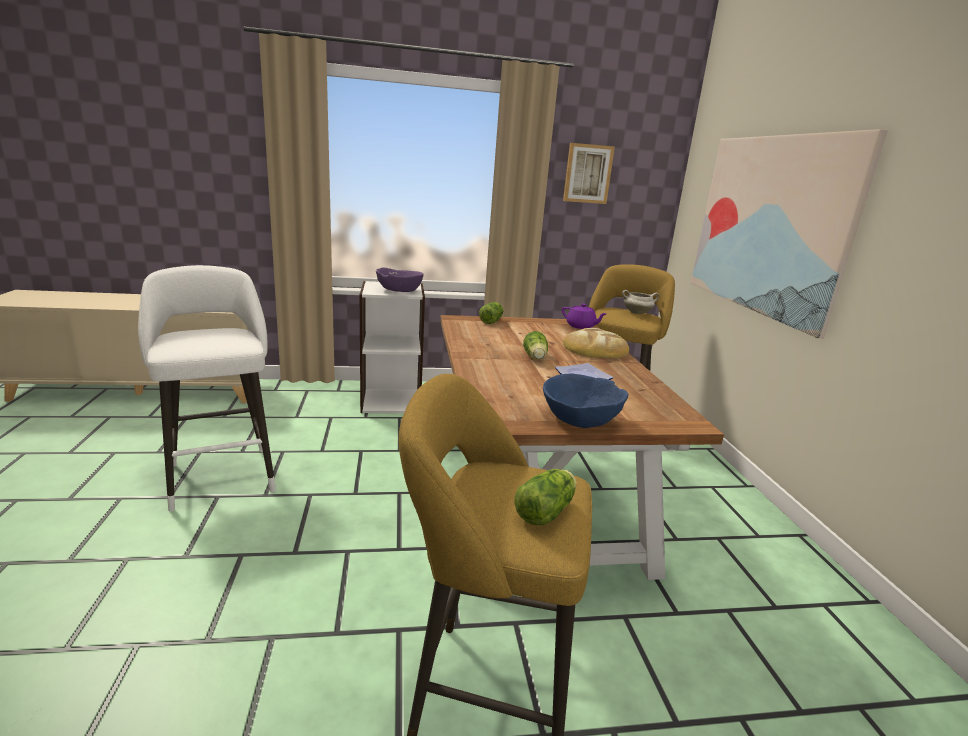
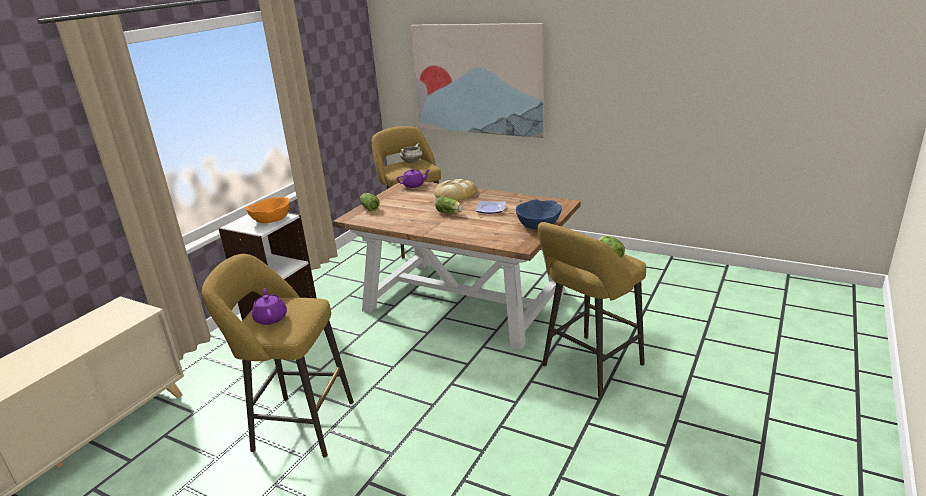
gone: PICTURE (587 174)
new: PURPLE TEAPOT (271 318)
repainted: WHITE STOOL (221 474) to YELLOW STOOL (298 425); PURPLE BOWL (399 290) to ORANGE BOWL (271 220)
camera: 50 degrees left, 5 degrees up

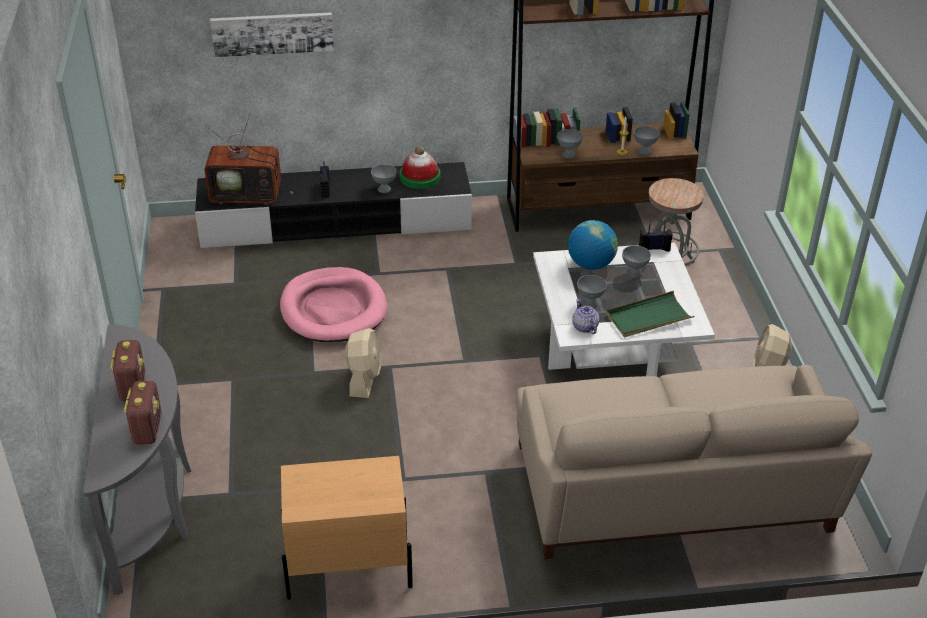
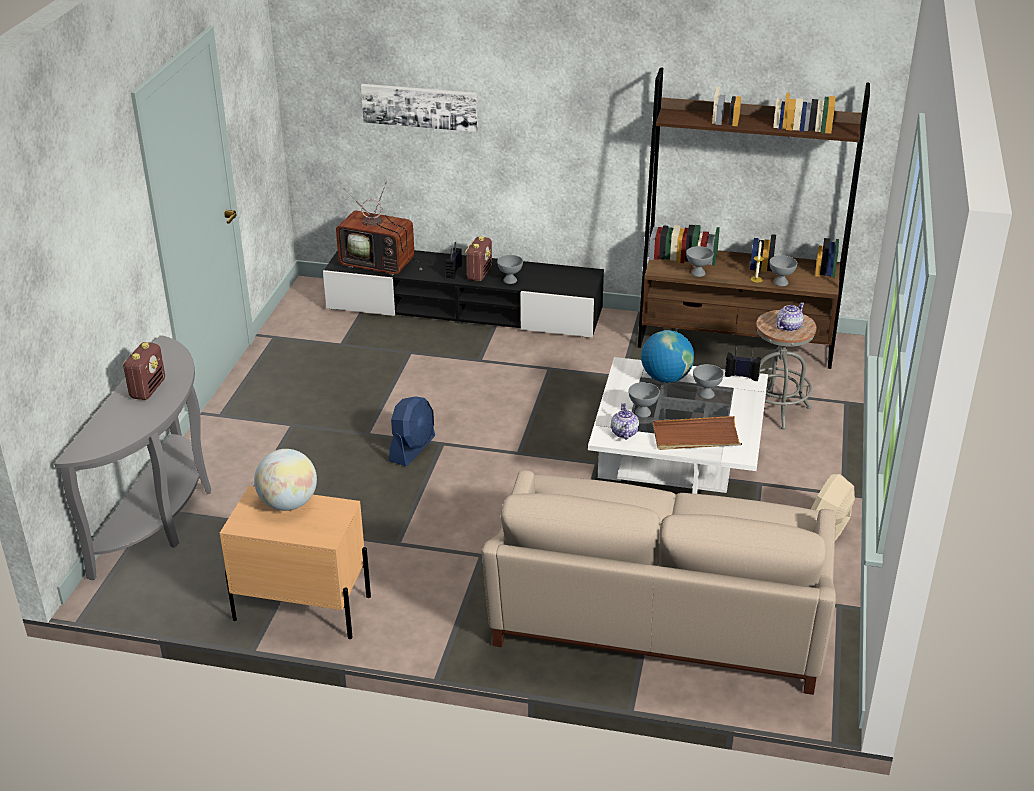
gone: HAT (420 177); PINK DOG BED (333 309)
new: TEAPOT (788 327); GLOBE (288 504)
shifted: RADIO (147 429) to (479 274)
repainted: GREEN TRAY (648 317) to BROWN TRAY (695 437); BEIGE FAN (364 378) to BLUE FAN (412 448)
camera: 20 degrees right, 5 degrees down

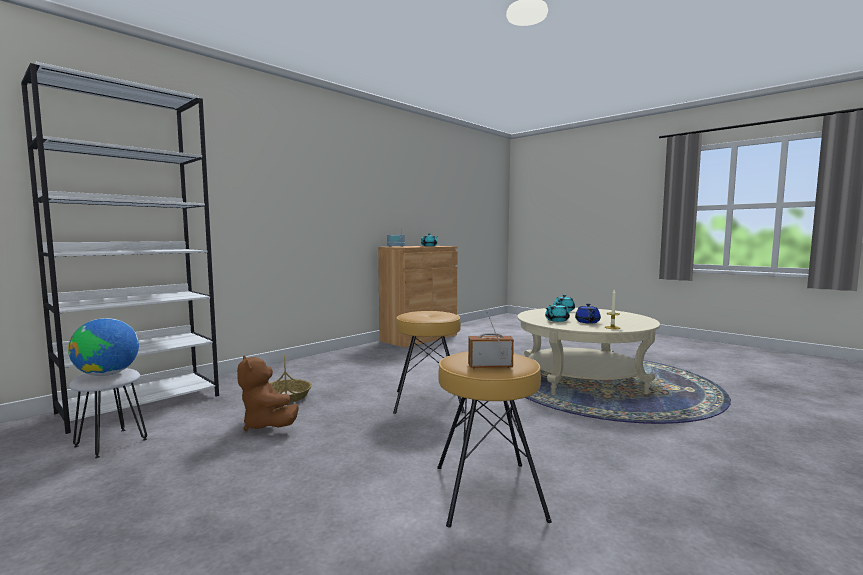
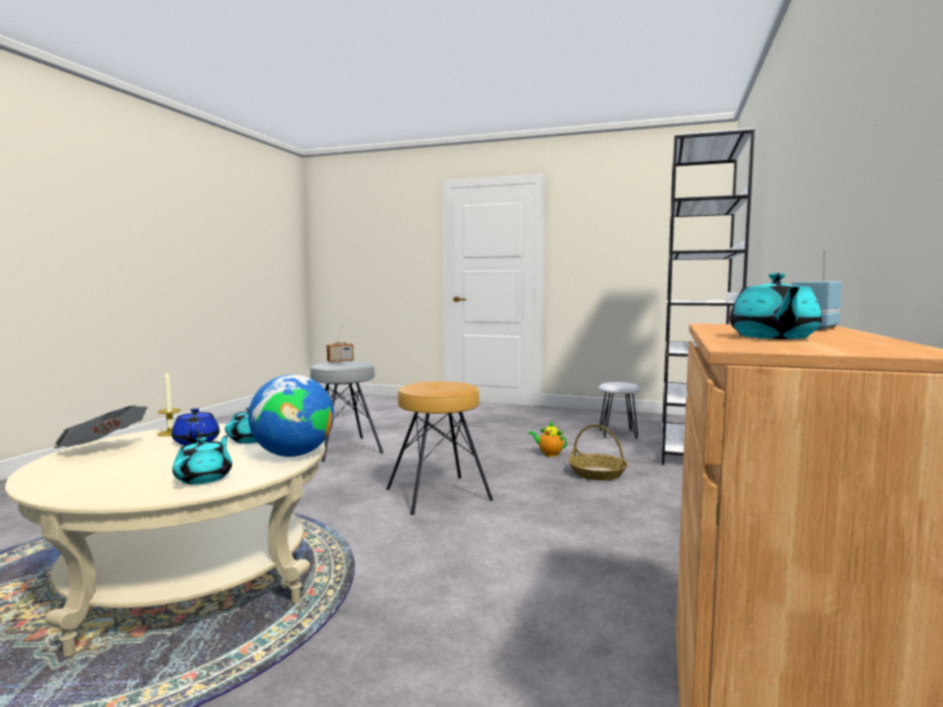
new: NEWSPAPER (103 449)
shifted: GLOBE (107 374) to (293 455)
swapped: BROWN PLUSH TOY (267 425) to TEAPOT (549 454)
repainted: BROWN STOOL (487 492) to GREY STOOL (344 448)
camera: 155 degrees right, 0 degrees up

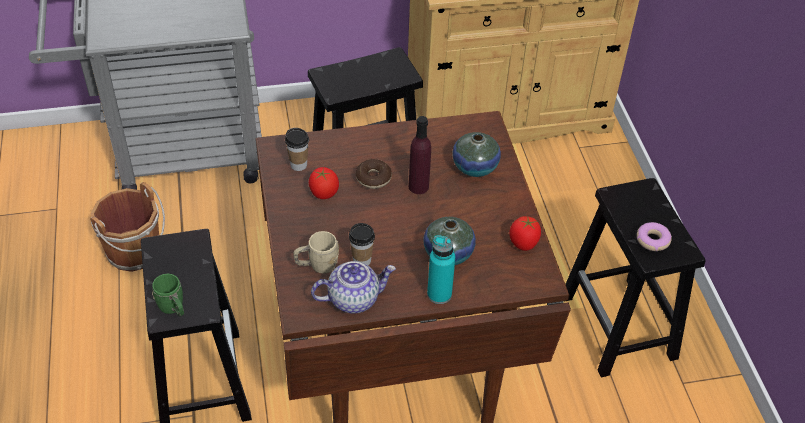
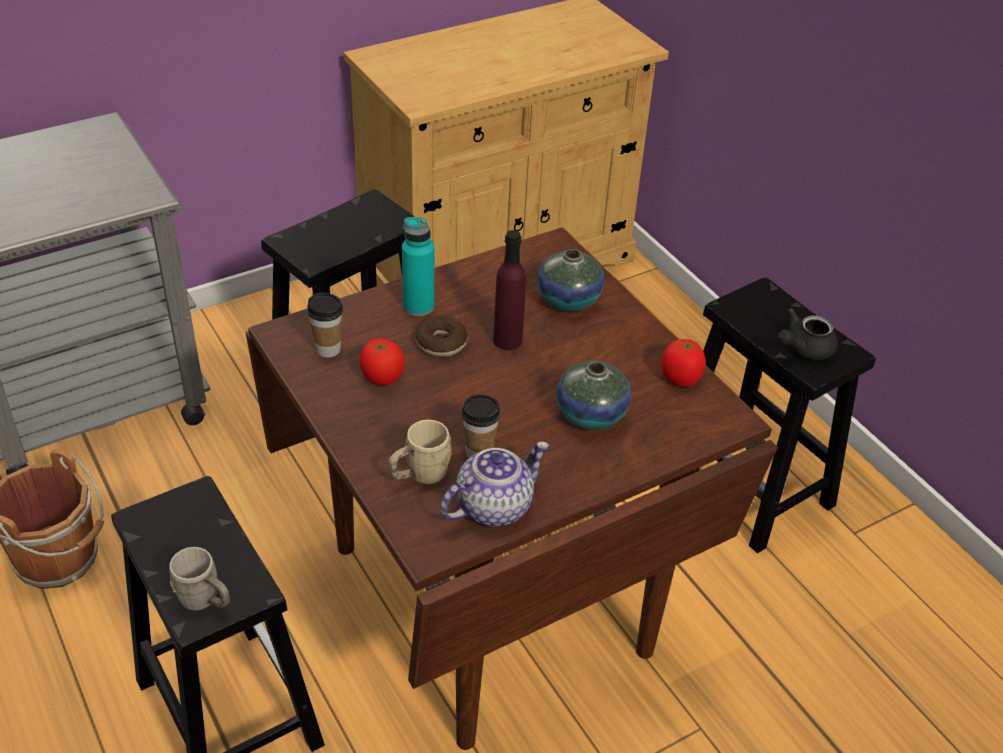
shifted: TURQUOISE BOTTLE (439 294) to (418 306)
swapped: DONUT (652 240) to BLACK TEAPOT (803 349)
repainted: GREEN MUG (173 308) to GREY MUG (205 600)
camera: 20 degrees left, 5 degrees down

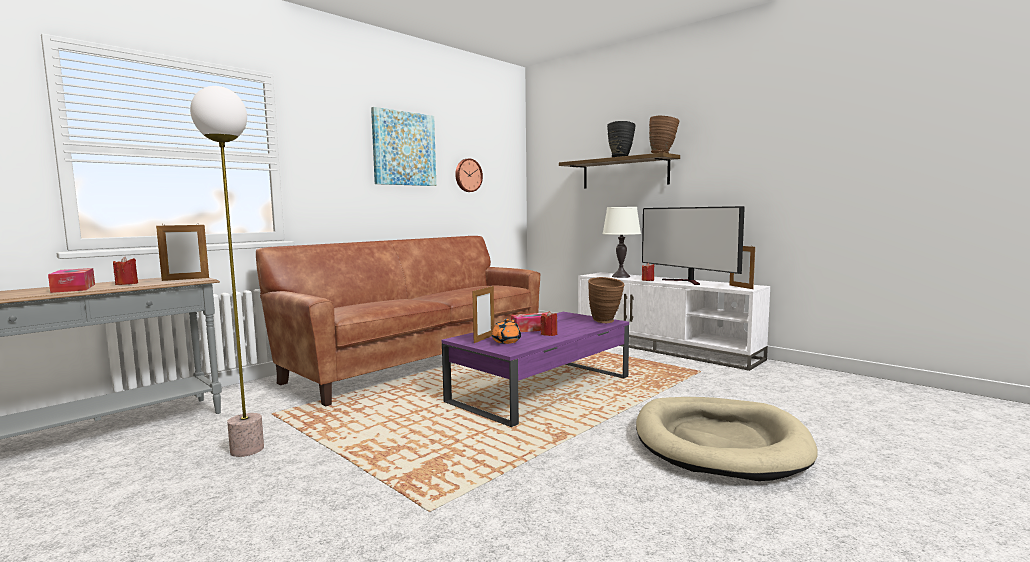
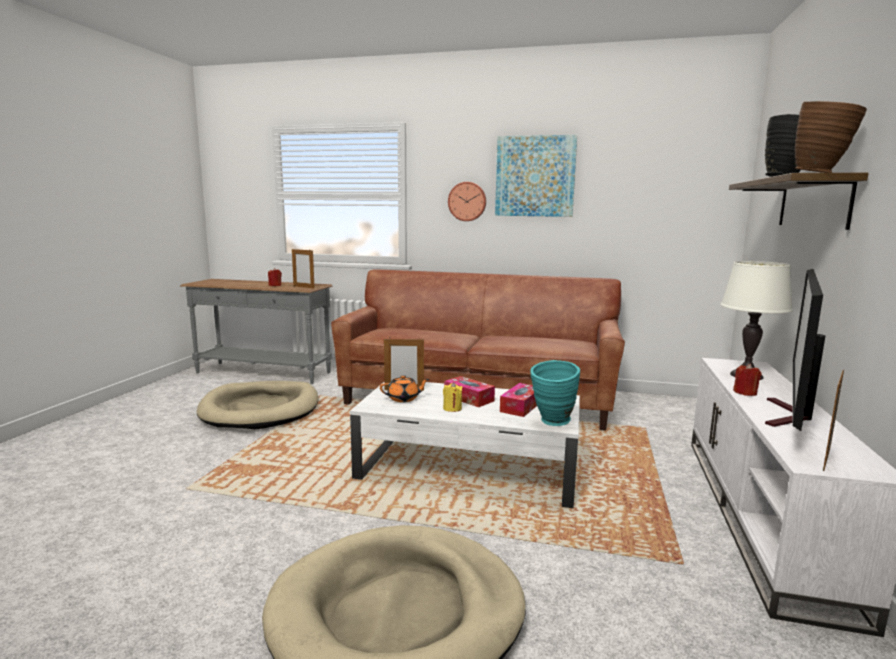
shifted: WALL CLOCK (467 175) to (467 201); TISSUE BOX (73 288) to (521 406)
swapped: FLOOR LAMP (246 449) to BEIGE DOG BED (260 409)
repainted: BROWN VASE (606 322) to TURQUOISE VASE (552 423); RED CANDLE (549 334) to YELLOW CANDLE (452 408); PURPLE COFFEE TABLE (542 389) to WHITE COFFEE TABLE (470 469)
camera: 60 degrees right, 5 degrees up

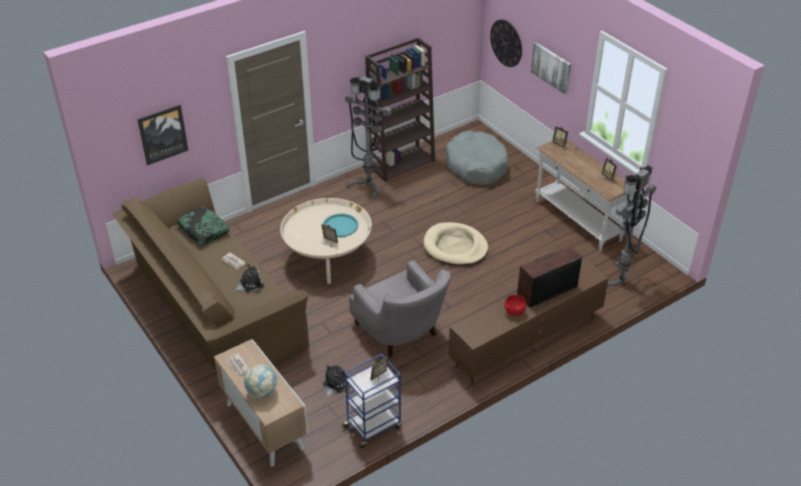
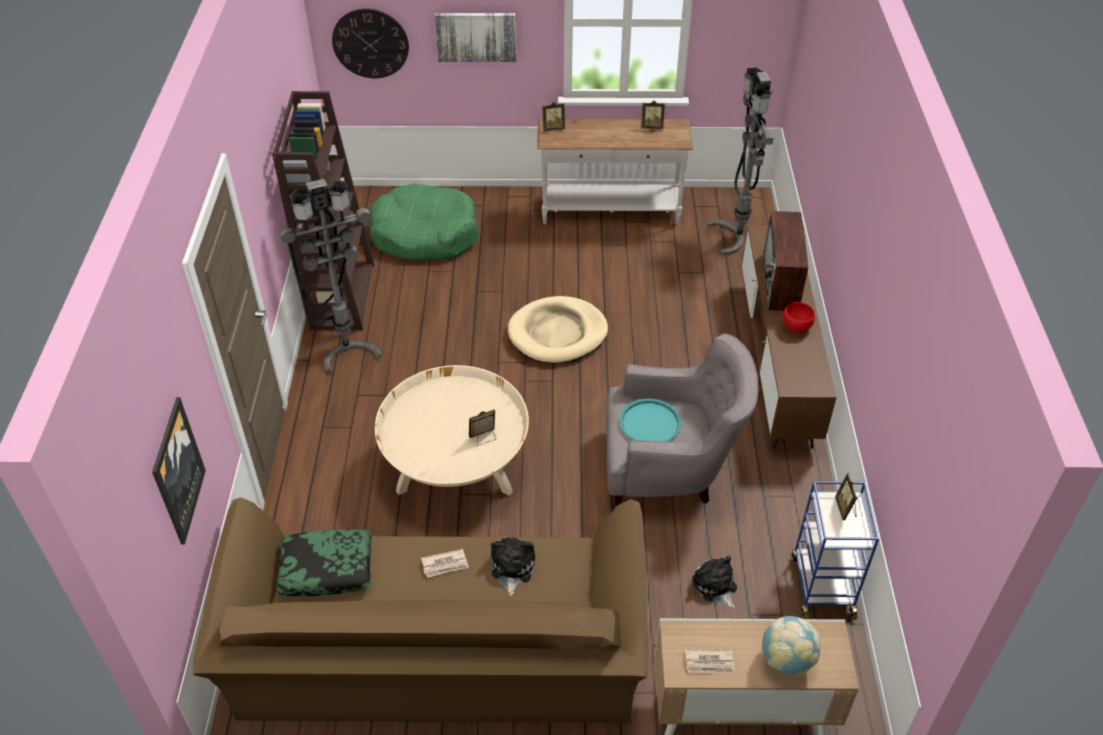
shifted: TURQUOISE TRAY (340 226) to (650 423)
repainted: GREY DOG BED (476 166) to GREEN DOG BED (425 235)
camera: 55 degrees left, 5 degrees up

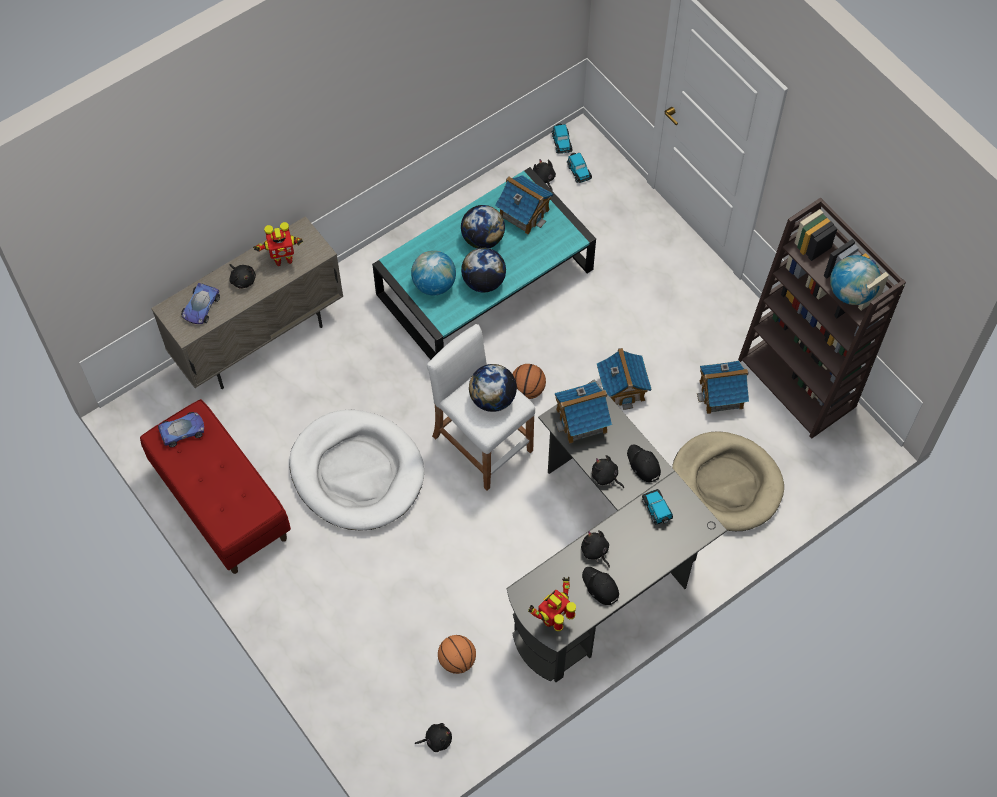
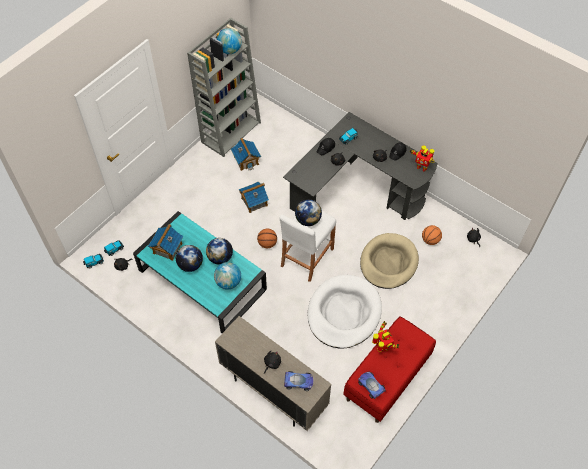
gone: TOY HOUSE (582 420)
shifted: TOY ROBOT (282 259) to (382 347); BEIGE DOG BED (726 483) to (388 262)
repainted: BROWN BOOKCASE (798 383) to GREY BOOKCASE (231 131)
camera: 105 degrees left, 5 degrees down

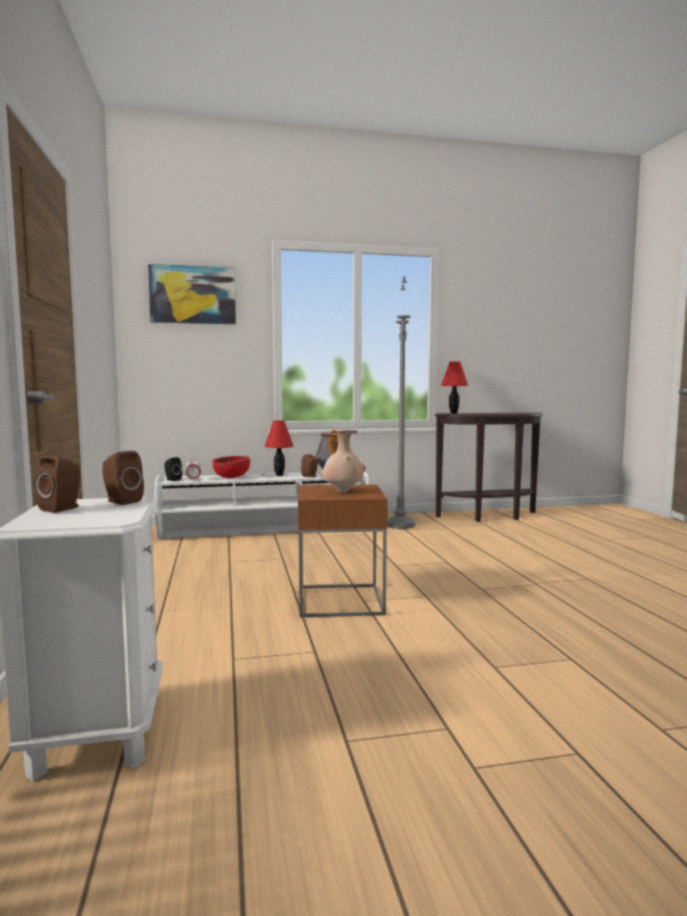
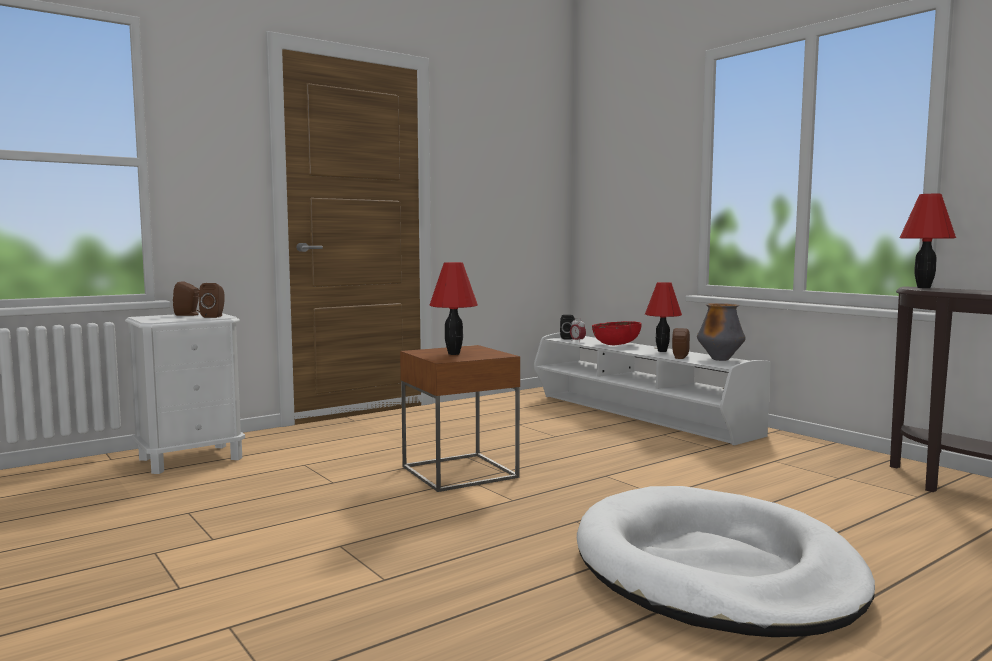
gone: PICTURE (193 295); GREY FLOOR LAMP (400 525)
new: WHITE DOG BED (714 569)
swapped: BEIGE VASE (343 492) to RED TABLE LAMP (454 354)
camera: 65 degrees right, 0 degrees up

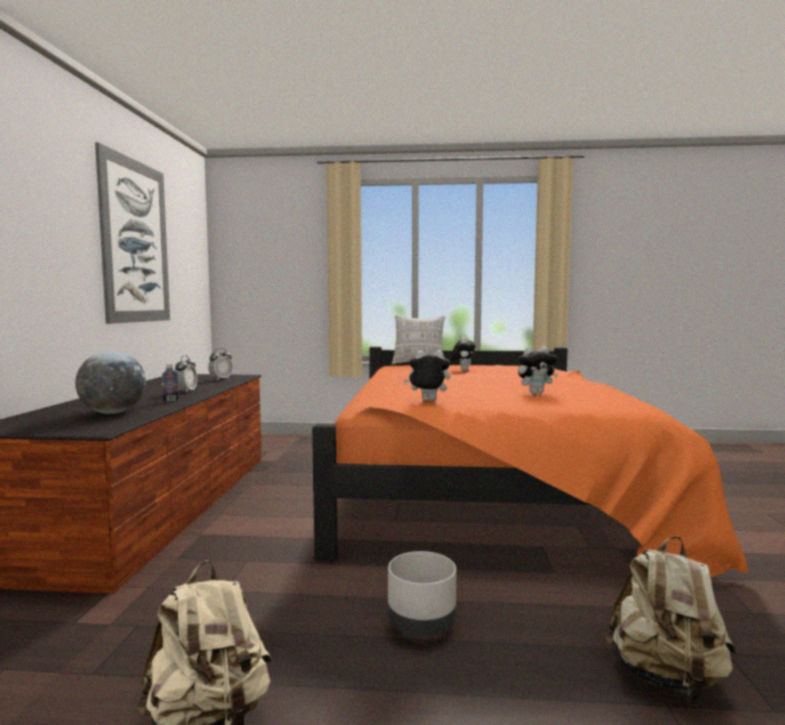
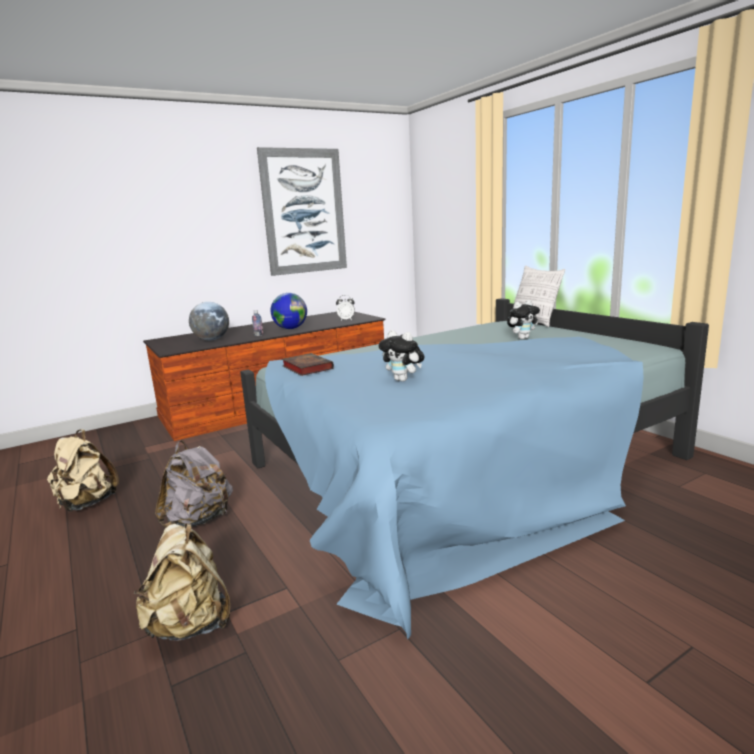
swapped: PLUSH TOY (427 401) to BOOK (306 367); ALARM CLOCK (186 391) to GLOBE (290 328); GREY PLANTER (421 625) to GREY BACKPACK (199 520)
repainted: ORANGE BED (488 489) to BLUE BED (464 468)
camera: 55 degrees right, 10 degrees up

